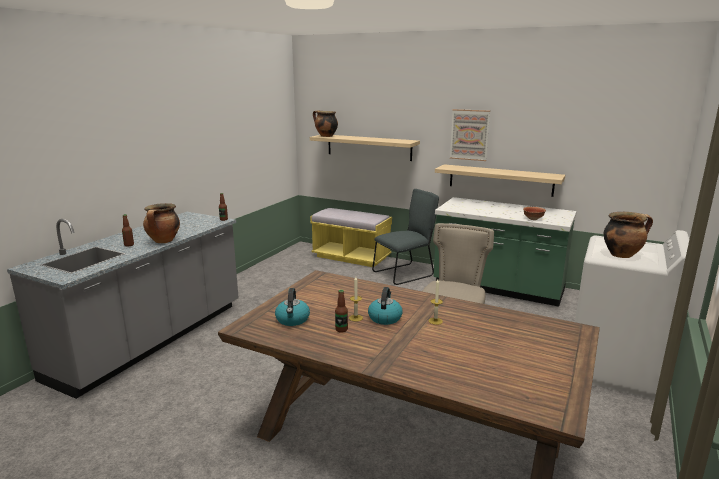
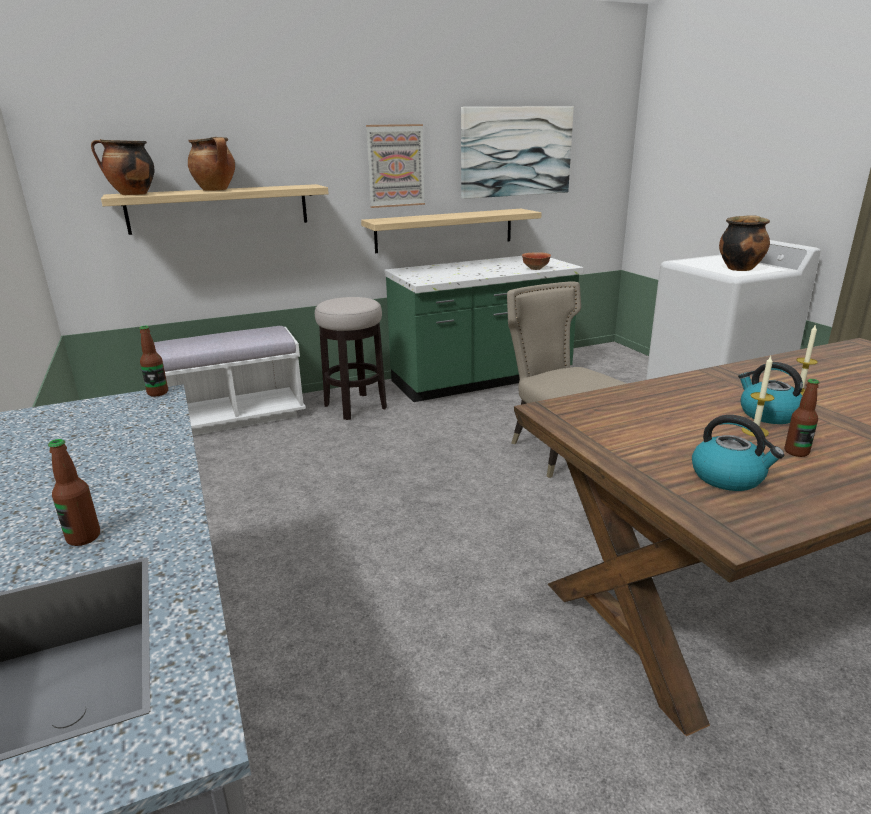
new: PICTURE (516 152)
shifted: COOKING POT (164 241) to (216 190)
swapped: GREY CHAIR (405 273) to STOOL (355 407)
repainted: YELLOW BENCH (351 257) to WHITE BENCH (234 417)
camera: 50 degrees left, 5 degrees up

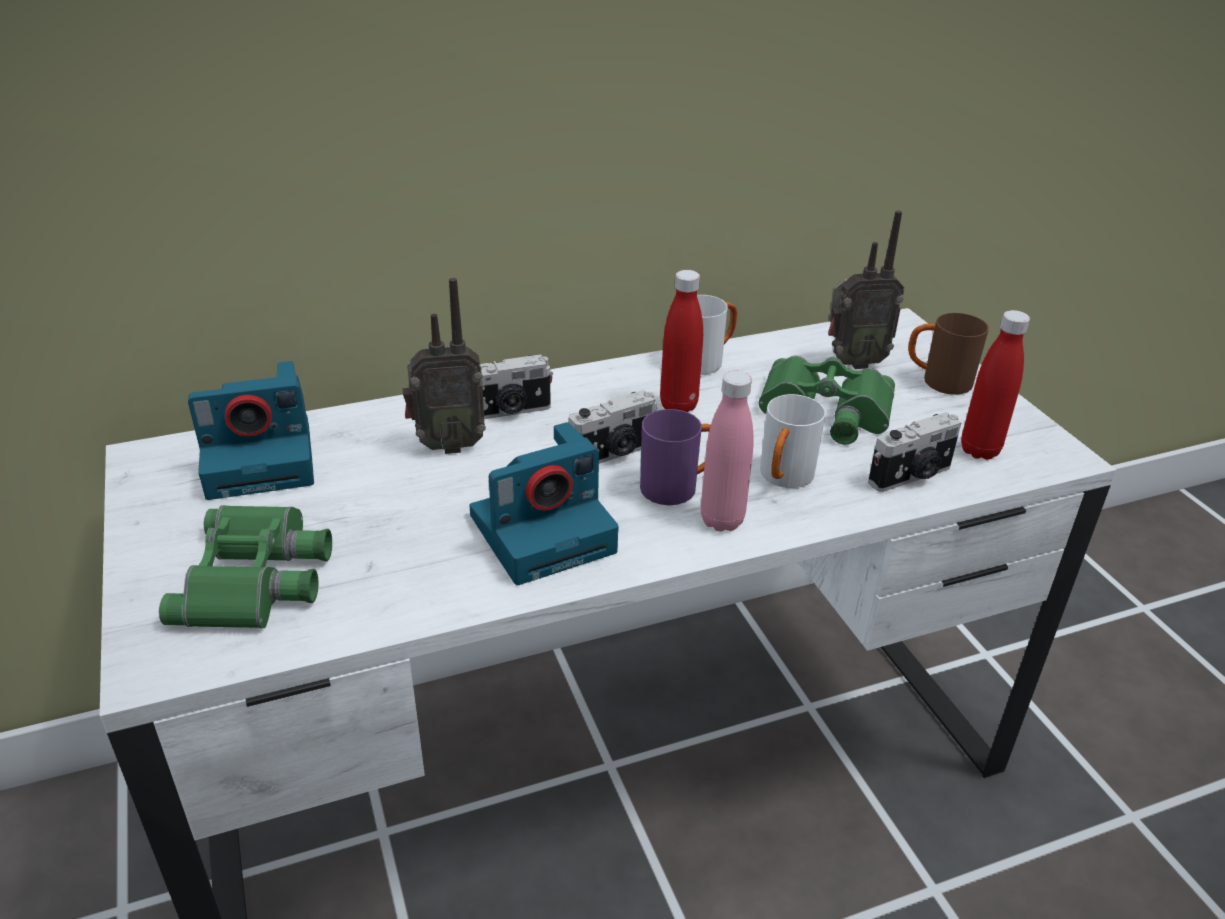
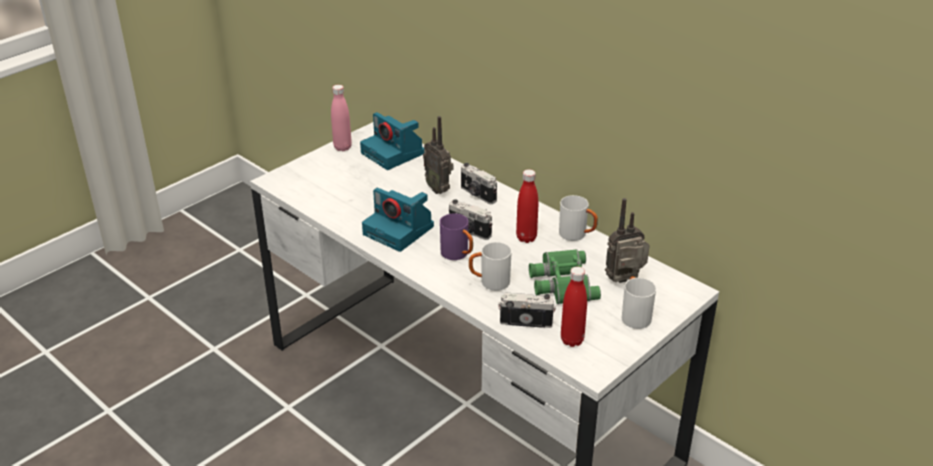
gone: GREEN BINOCULARS (258 577)
shifted: PINK BOTTLE (722 520) to (342 147)
repainted: BROWN MUG (937 381) to WHITE MUG (634 315)
rotated: RADIO (852 362) = (625 282) 105 degrees clockwise; PHOTO CAMERA (912 476) = (526 321) 150 degrees clockwise
camera: 65 degrees right, 0 degrees up

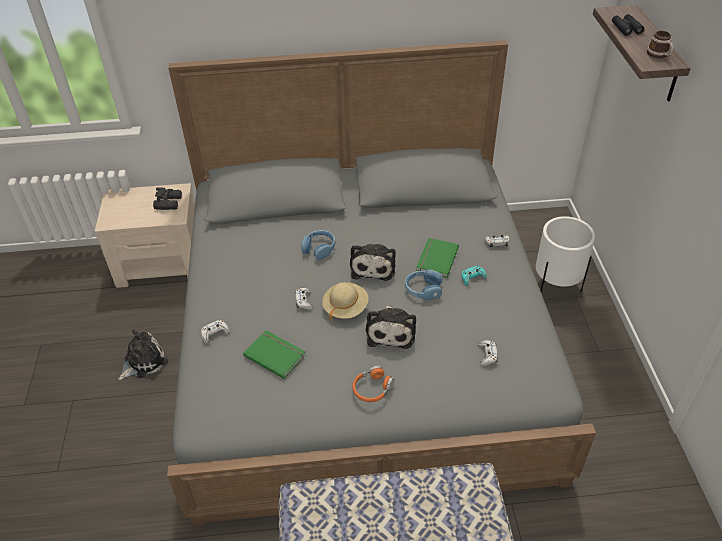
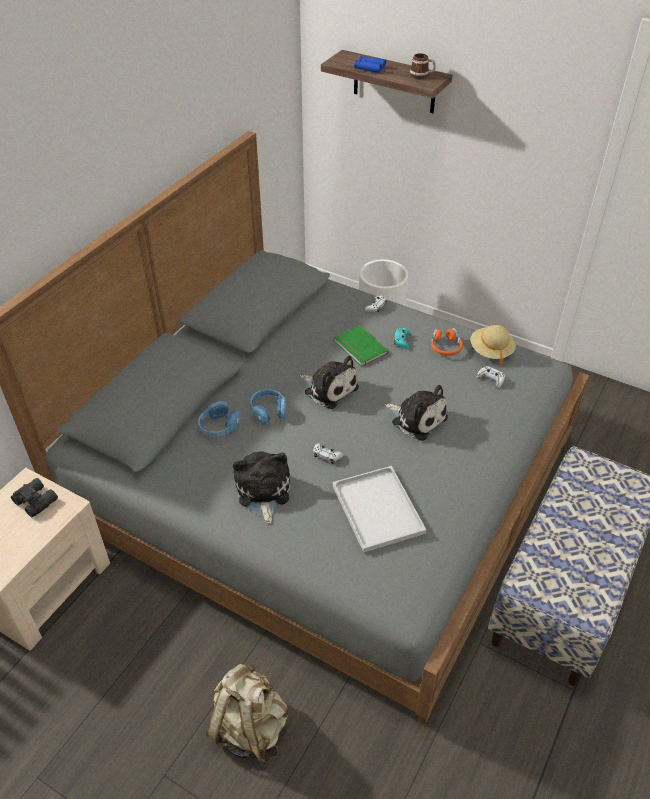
gone: WHITE GAME CONTROLLER (215 333)
new: BEIGE BACKPACK (249 727)
shifted: BLUE HEADPHONES (423 289) to (219 426); BEIGE HAT (345 308) to (491 351); PLUSH TOY (143 361) to (262 492); ORANGE HEADPHONES (372 389) to (445 347)
swapped: GREEN BOOK (275 354) to WHITE TRAY (376 508)
repainted: BLACK BINOCULARS (626 28) to BLUE BINOCULARS (369 68)
camera: 55 degrees left, 0 degrees up

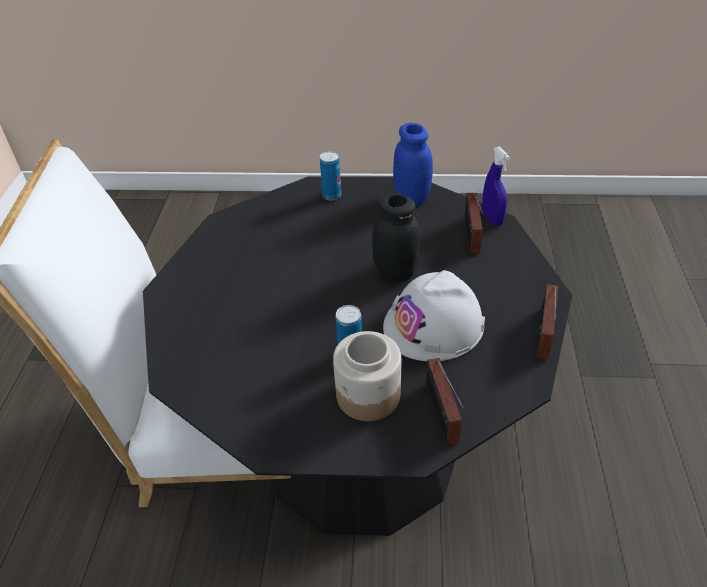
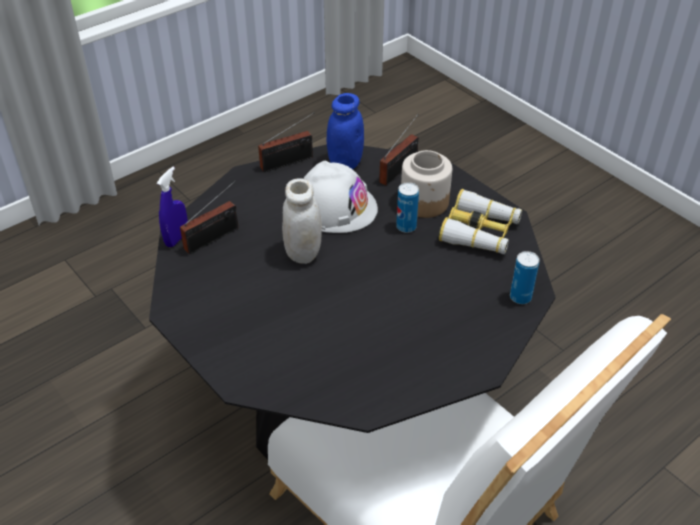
new: BINOCULARS (480 232)
shifted: BLUE JAR (411 197) to (345 163); CAN (332 195) to (520 297)
repainted: BLACK JAR (395 272) to WHITE JAR (303 253)
camera: 135 degrees left, 0 degrees up

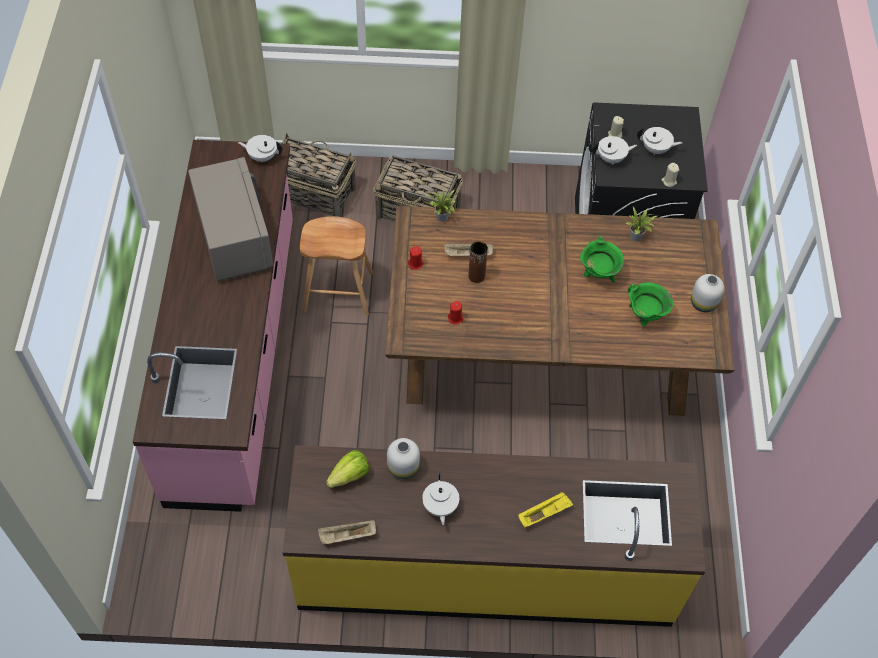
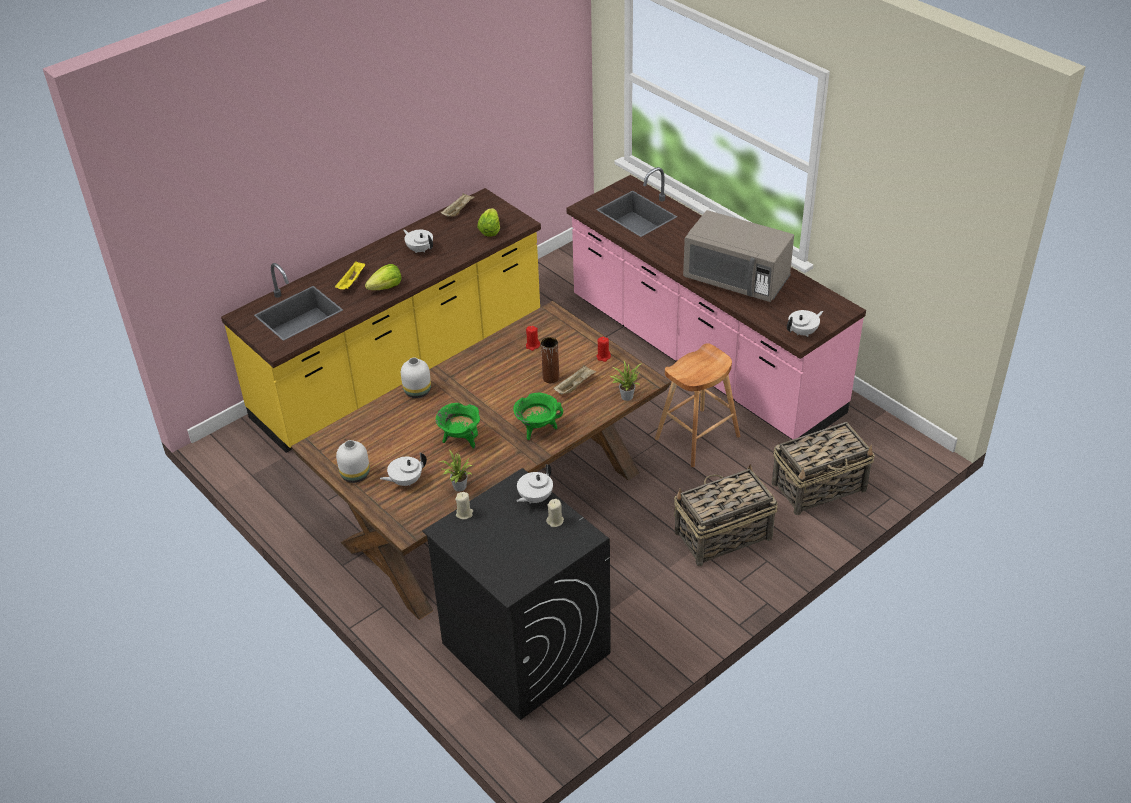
new: LETTUCE (386 287)
shifted: WHITE TEAPOT (656 149) to (405 481); GREEN COOKING POT (645 316) to (537 429); WHITE VASE (403 468) to (416 391)
camera: 140 degrees right, 15 degrees down

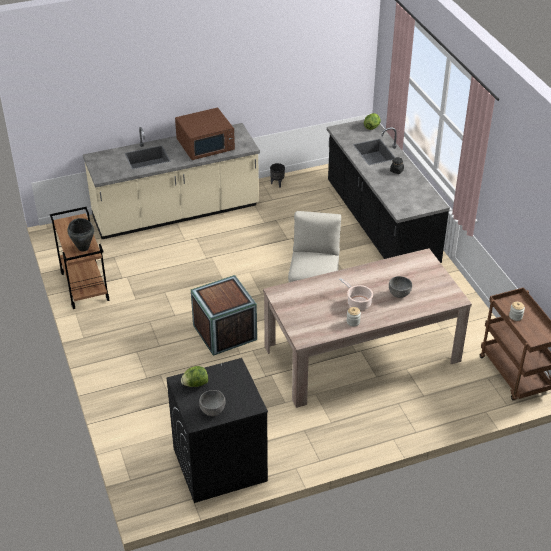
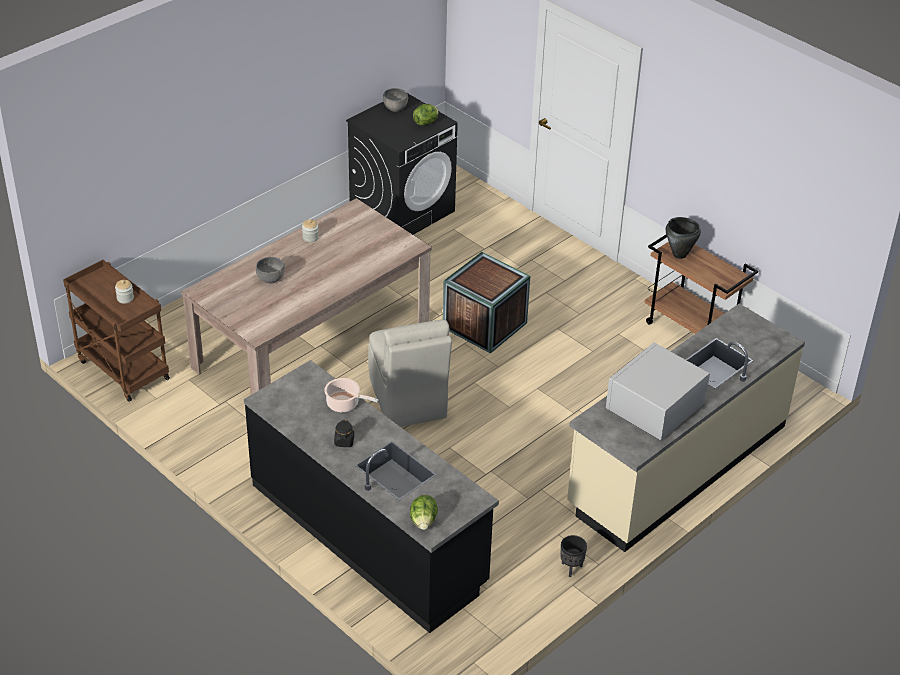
shifted: COOKING POT (358 303) to (344 404)
repainted: BROWN MICROWAVE (206 145) to WHITE MICROWAVE (654 407)
camera: 155 degrees right, 0 degrees up

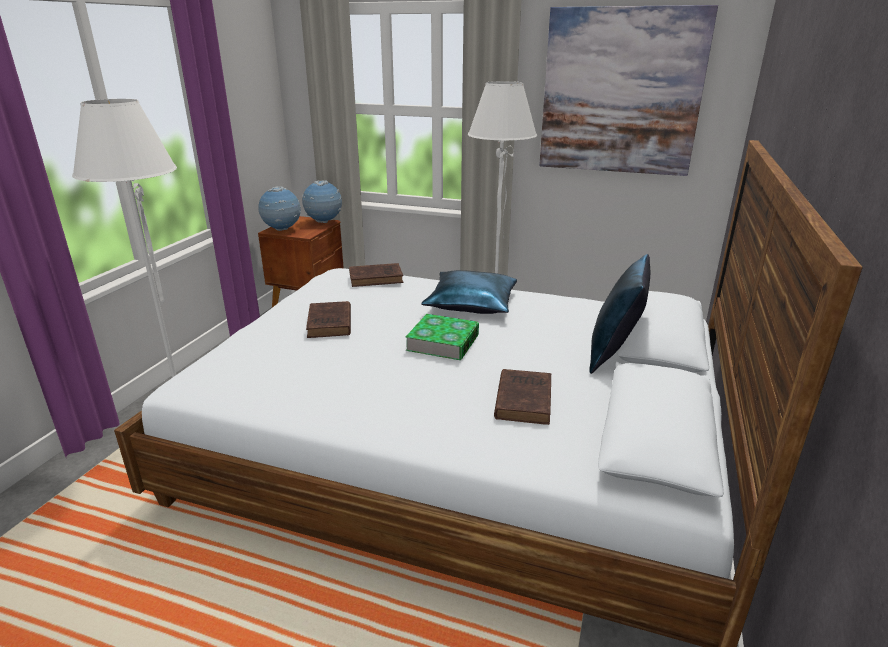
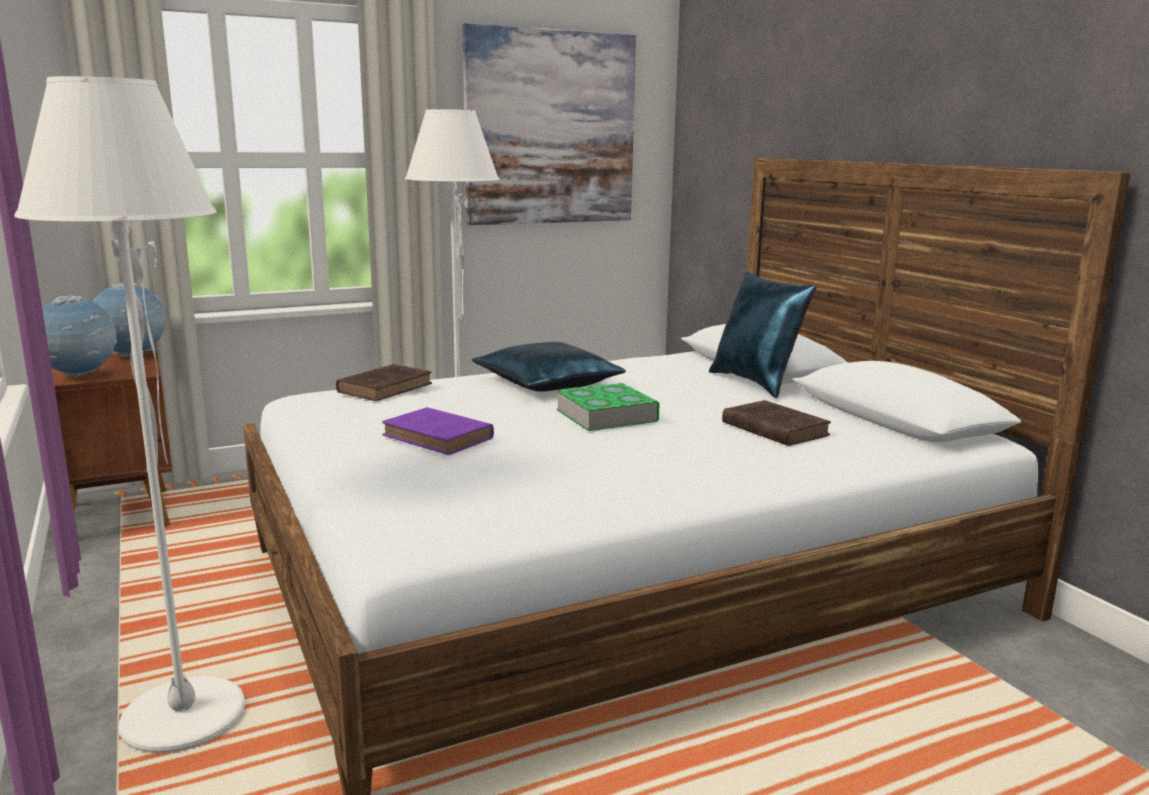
repainted: BROWN BOOK (329 324) to PURPLE BOOK (440 438)
camera: 45 degrees left, 10 degrees down

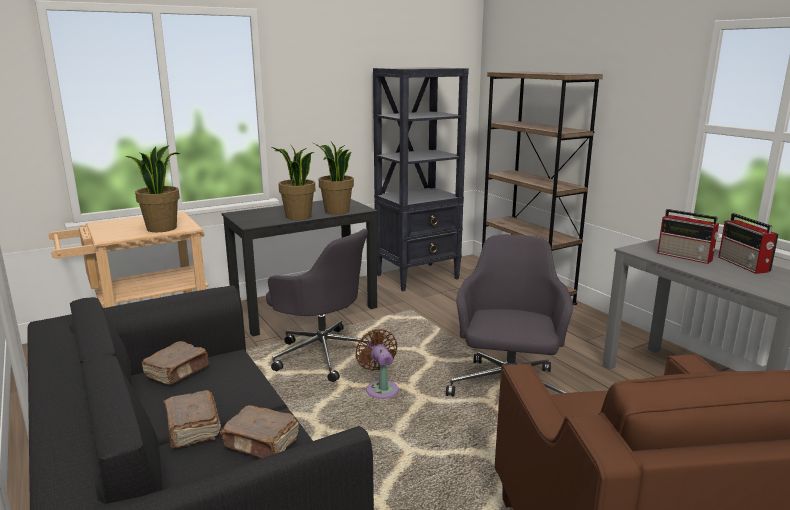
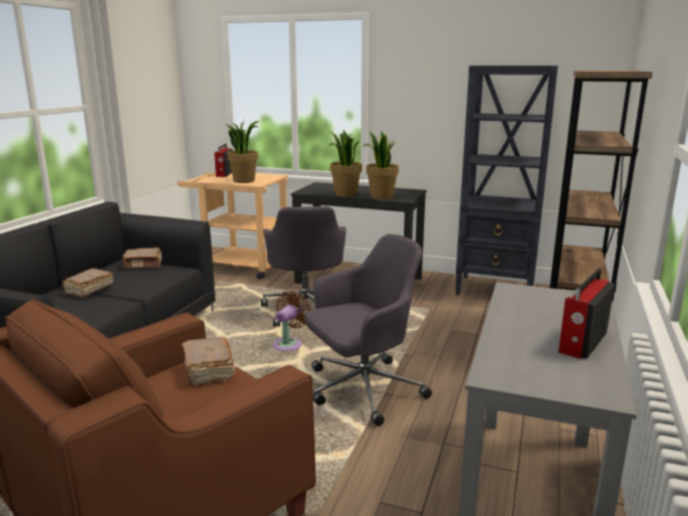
shifted: RADIO (686 256) to (224 174); BROWN BOOK (262 444) to (208 371)
camera: 50 degrees right, 0 degrees up

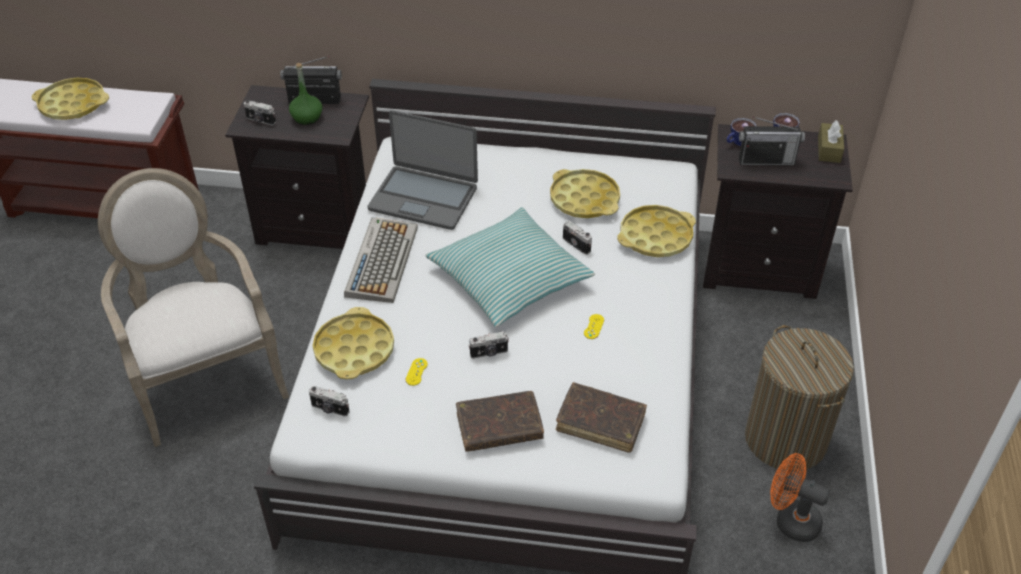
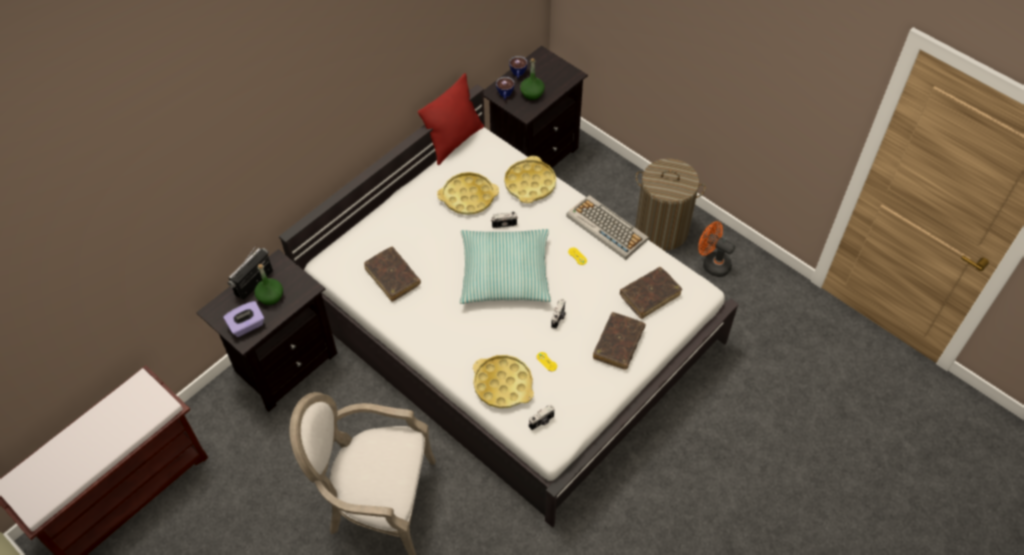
gone: YELLOW TRAY (73 104); BROWN TISSUE BOX (829 149)
new: RED PILLOW (454 141)
shifted: KEYBOARD (381 260) to (606 227)
swapped: PHOTO CAMERA (260 120) to PURPLE TISSUE BOX (247 325); LAPTOP (424 198) to BROWN BOOK (392 277); RADIO (766 161) to GREEN BOTTLE (532 93)
rotated: ORANGE FAN (790 520) = (712 263) 60 degrees clockwise
camera: 55 degrees left, 10 degrees up

